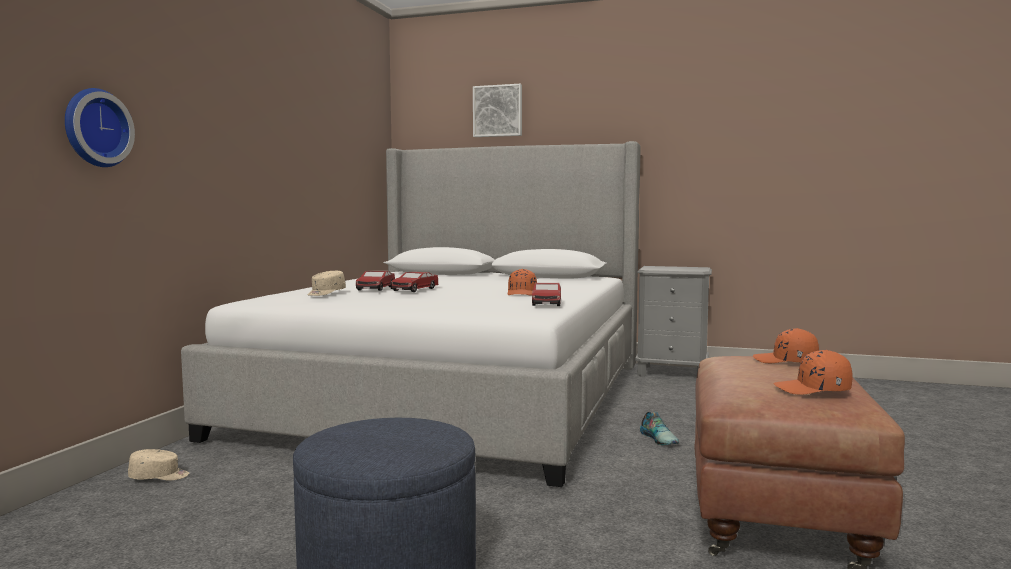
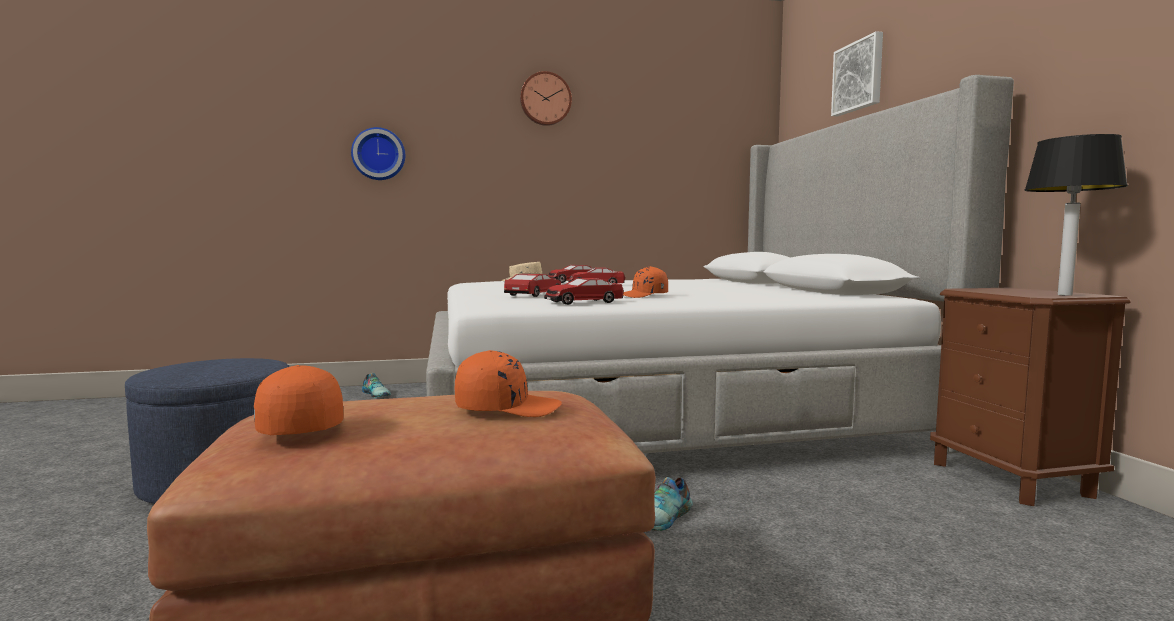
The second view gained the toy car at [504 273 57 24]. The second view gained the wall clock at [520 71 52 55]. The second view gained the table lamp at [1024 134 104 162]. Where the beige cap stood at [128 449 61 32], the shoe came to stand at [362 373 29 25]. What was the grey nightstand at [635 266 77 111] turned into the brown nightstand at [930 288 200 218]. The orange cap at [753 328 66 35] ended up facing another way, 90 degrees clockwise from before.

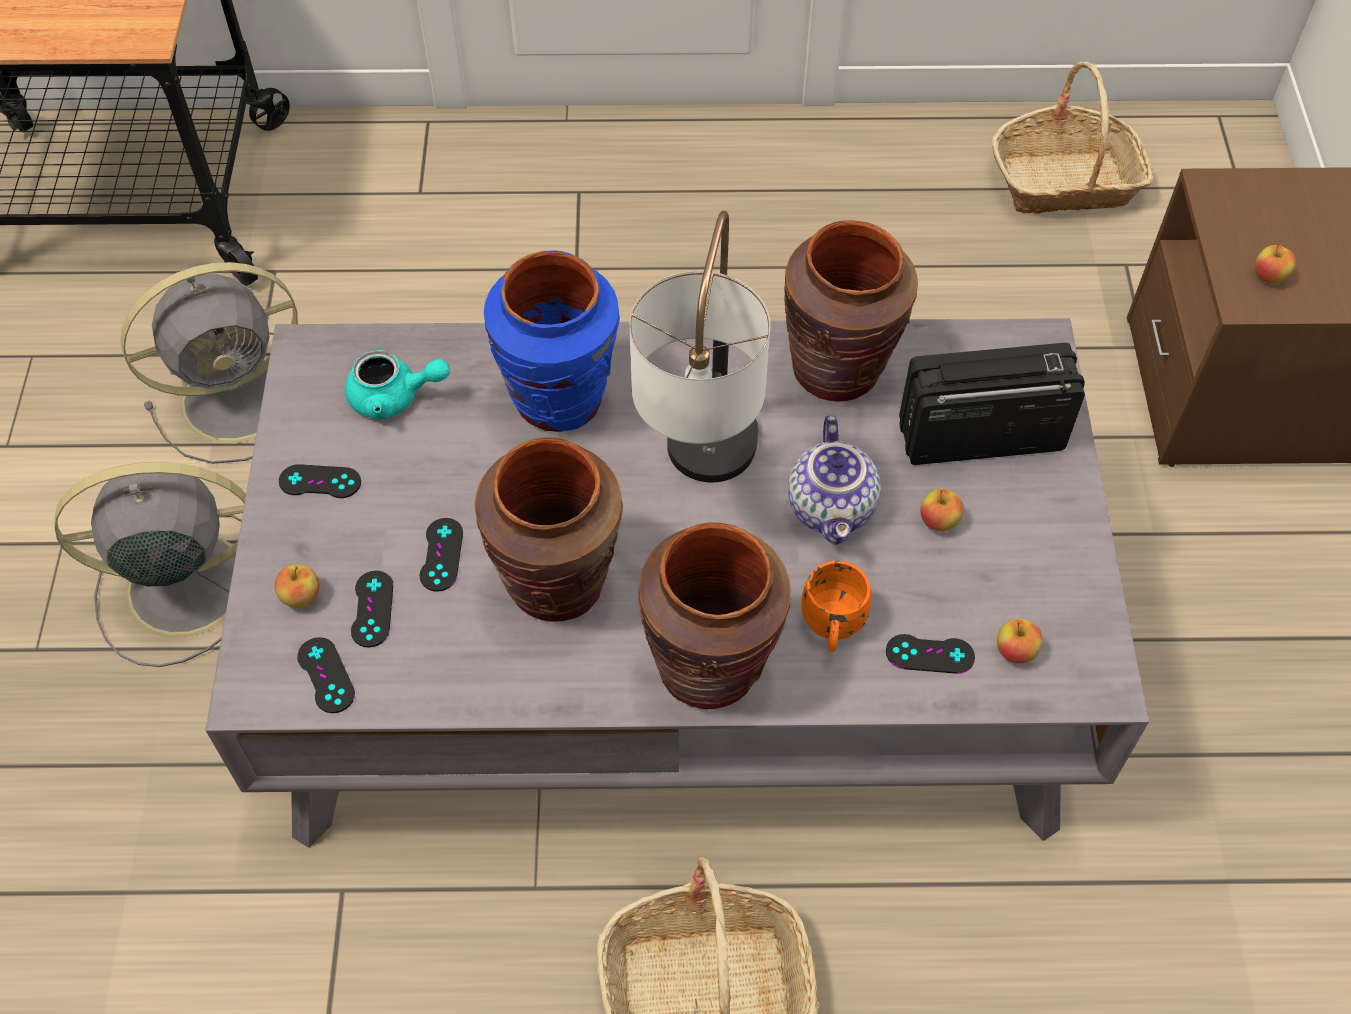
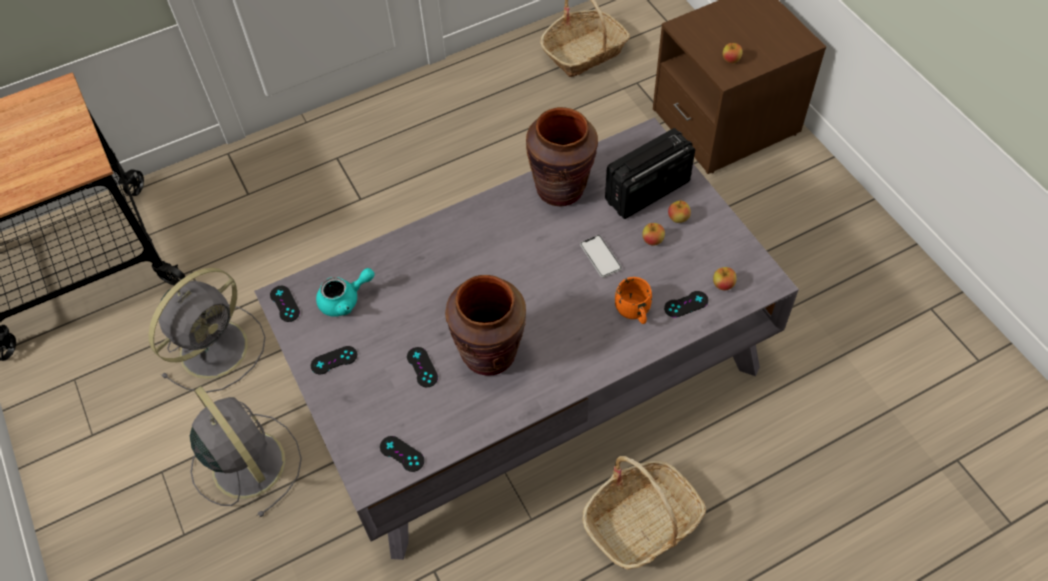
The second view lost the blue vase at [484 250 136 182]. The second view lost the table lamp at [629 211 141 272]. The second view lost the brown vase at [638 522 153 187]. The apple ended up elsewhere, having gone from [275 565 45 43] to [668 200 23 23]. The black game controller ended up elsewhere, having gone from [351 571 42 77] to [270 286 30 36]. Where the teapot stood at [788 415 93 130], the phone came to stand at [580 235 42 42]. The grey fan at [55 462 191 205] ended up facing another way, 90 degrees clockwise from before.

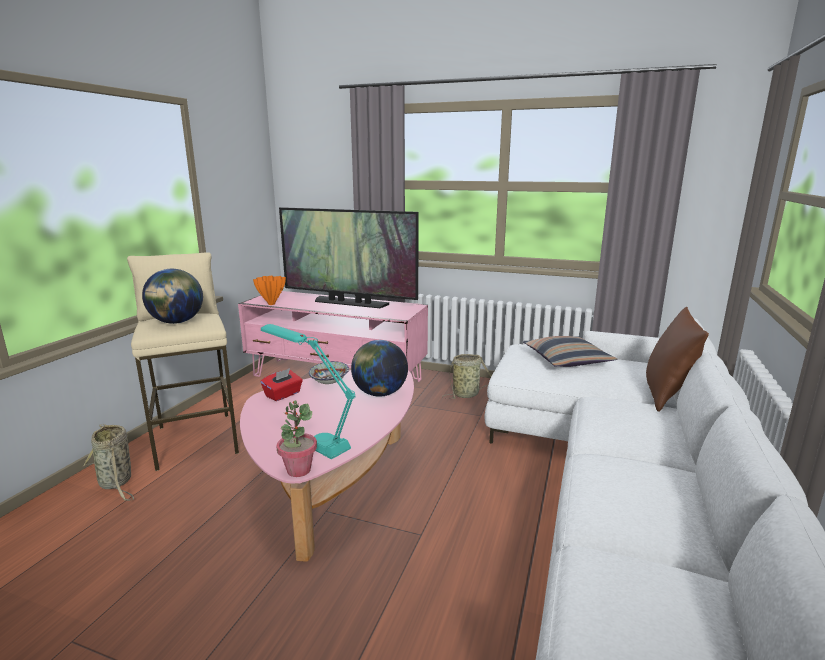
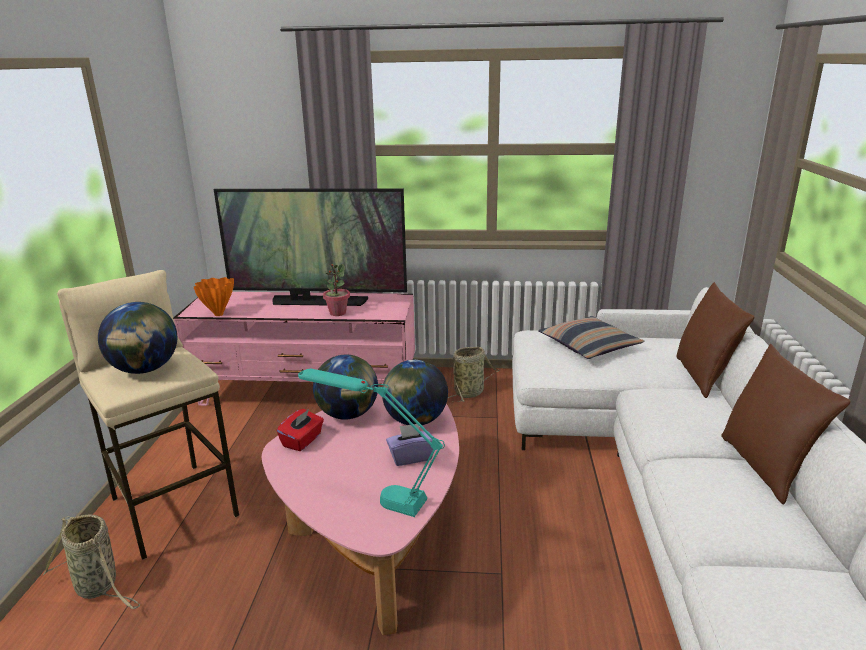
The second view gained the purple tissue box at [386 424 47 42]. The second view gained the brown pillow at [721 344 130 161]. The potted plant ended up elsewhere, having gone from [276 400 41 77] to [323 264 27 52]. Where the bowl stood at [309 361 40 23], the globe came to stand at [313 355 65 65].

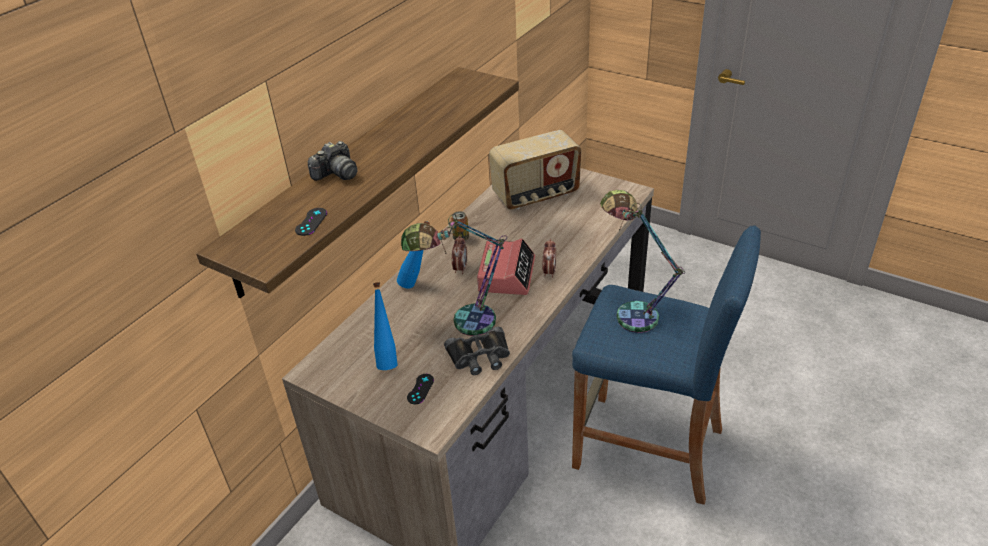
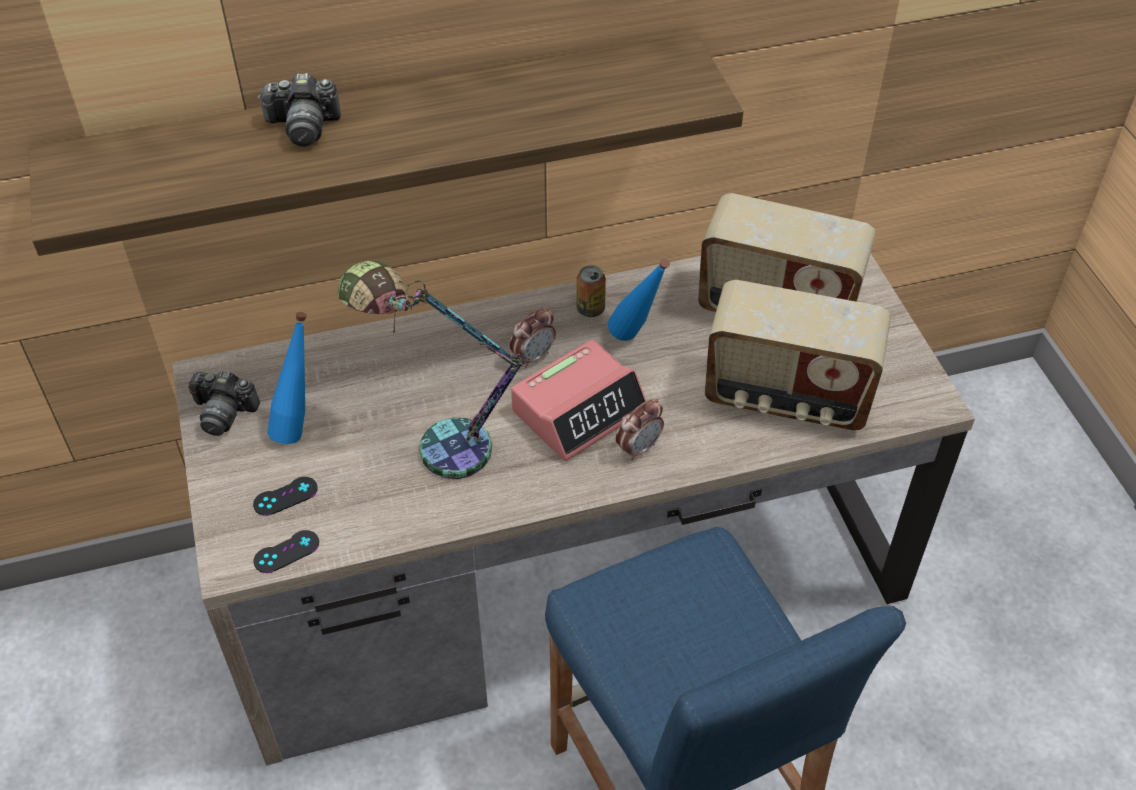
The second view lost the black binoculars at [444 327 66 48]. The second view lost the table lamp at [600 190 85 143]. The second view gained the photo camera at [188 371 72 65]. The second view gained the radio at [705 280 186 150]. The black game controller ended up elsewhere, having gone from [295 208 32 28] to [253 530 66 43]. The blue bottle ended up elsewhere, having gone from [397 221 33 68] to [608 258 62 83].

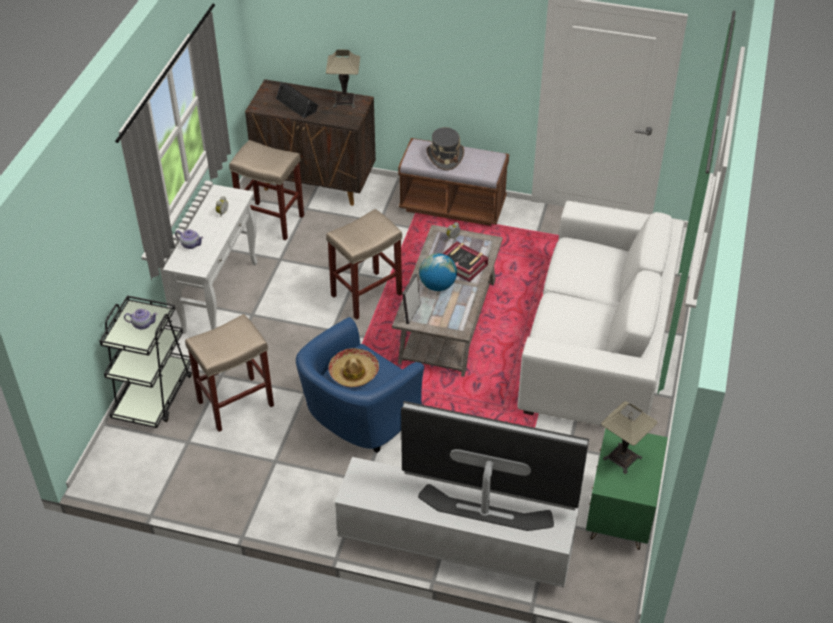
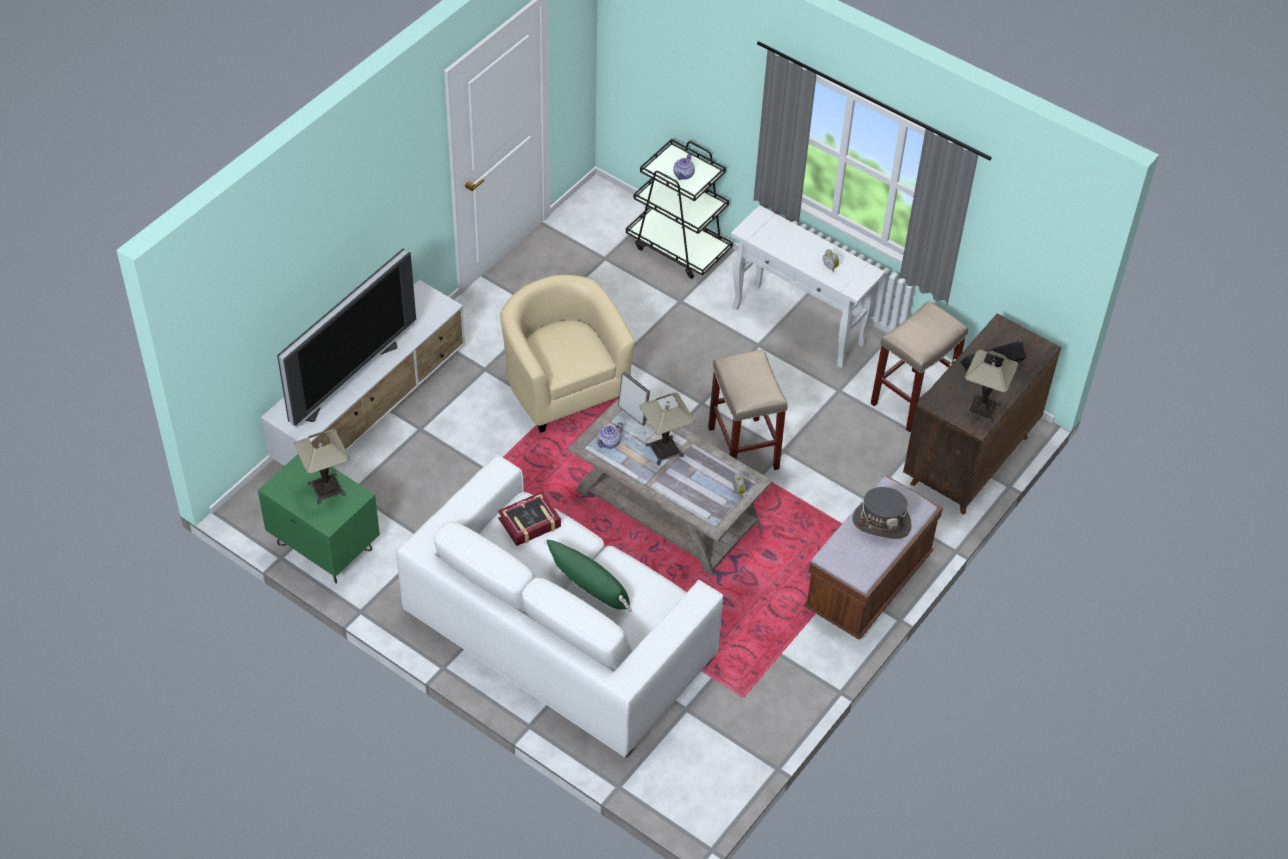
The second view lost the beige stool at [185 314 89 118]. The second view lost the hat at [328 348 51 39]. The second view gained the green pillow at [544 540 88 72]. The teapot ended up elsewhere, having gone from [175 229 28 20] to [596 422 27 27]. The book ended up elsewhere, having gone from [443 241 45 41] to [498 492 63 54]. Where the globe stood at [419 253 38 38], the table lamp came to stand at [639 392 56 73]. What was the blue armchair at [296 317 128 136] turned into the beige armchair at [500 275 135 158].

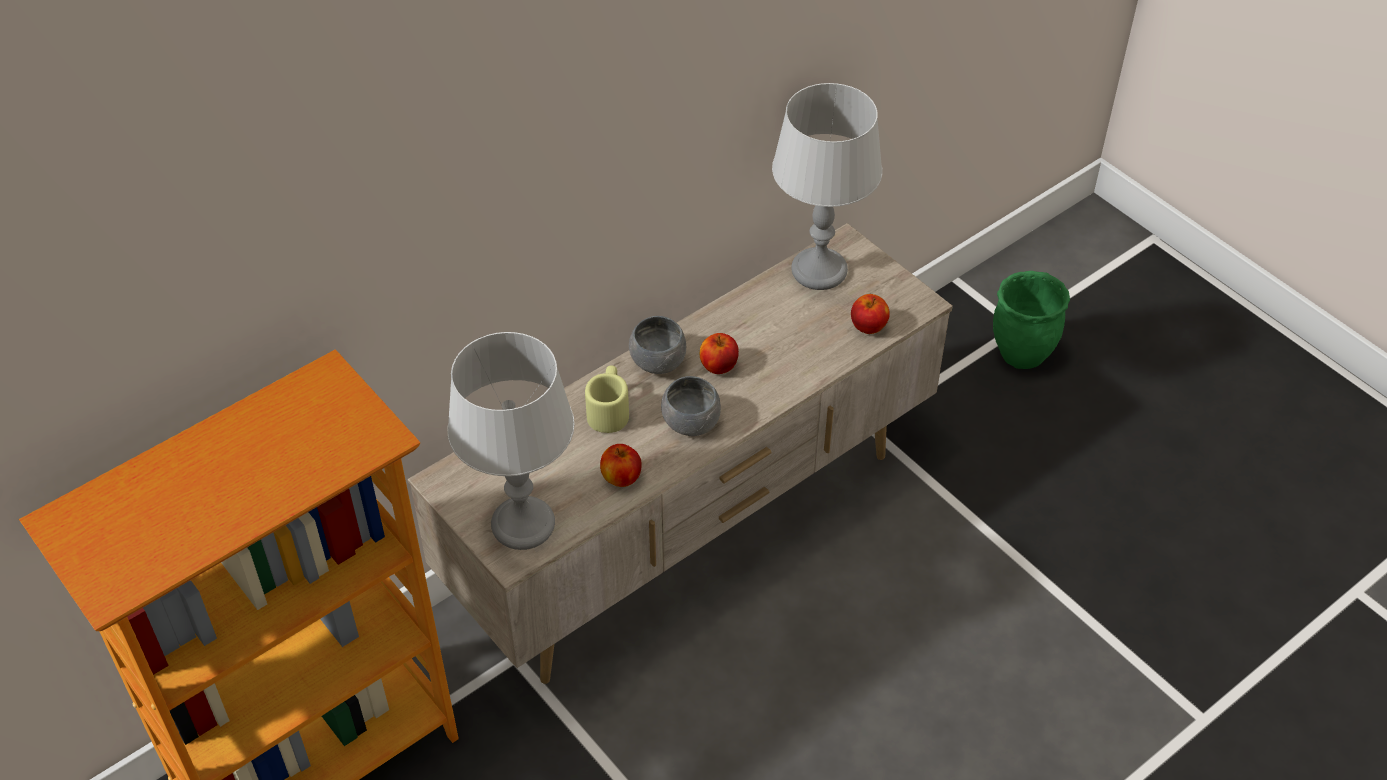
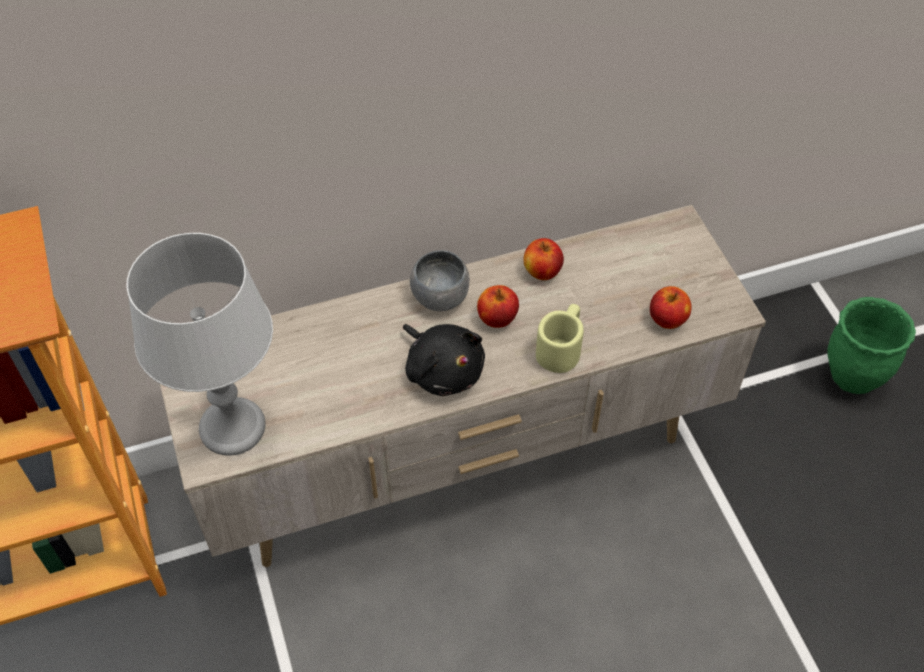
The second view lost the grey table lamp at [772 83 110 207]. The beige mug ended up elsewhere, having gone from [585 366 44 67] to [536 304 48 69]. The apple ended up elsewhere, having gone from [600 444 42 43] to [524 238 40 42]. Where the grey bowl stood at [661 376 60 60], the black plush toy came to stand at [403 324 82 72].

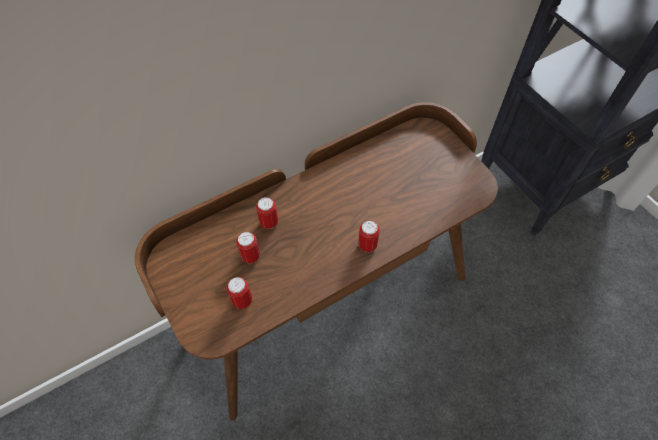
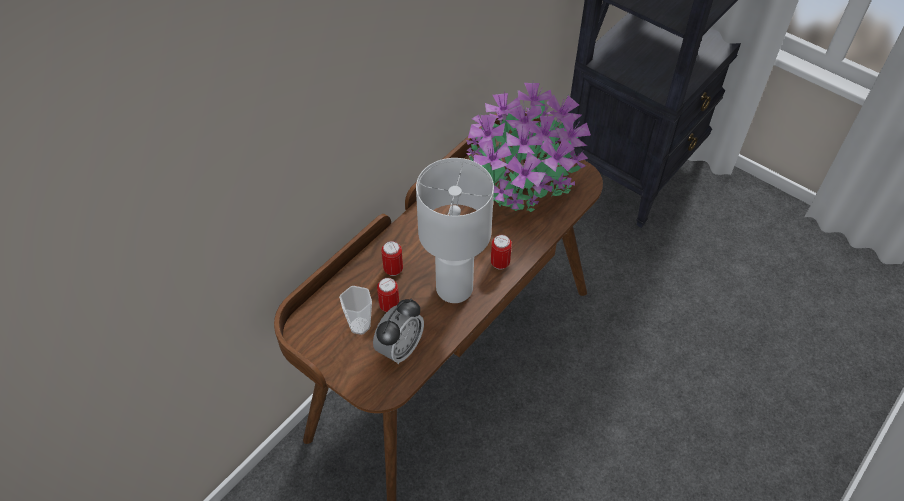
The second view gained the cup at [339 286 33 49]. The second view gained the white table lamp at [416 158 78 145]. The second view gained the potted plant at [466 83 125 129]. Where the can stood at [227 277 25 32], the alarm clock came to stand at [373 298 51 66].

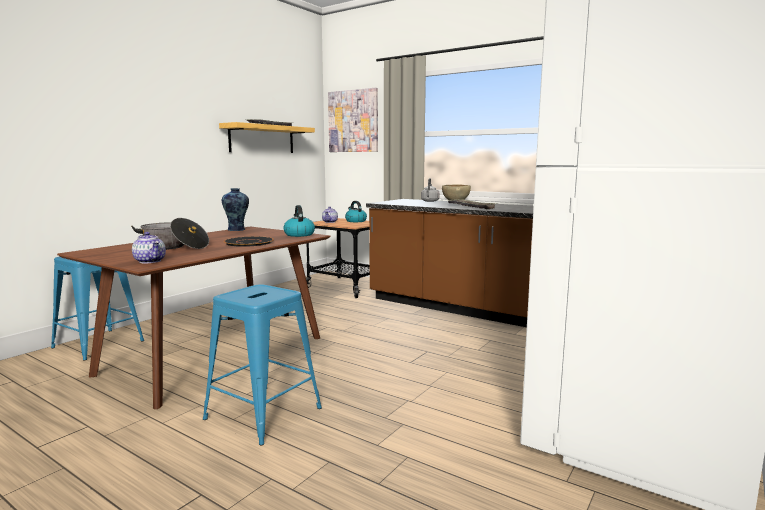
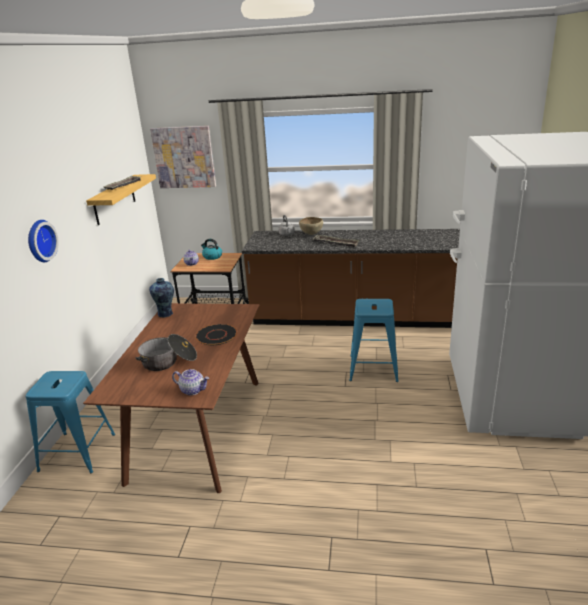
The second view lost the kettle at [284 205 31 32]. The second view gained the wall clock at [28 220 31 42]. The blue stool ended up elsewhere, having gone from [203 284 119 162] to [349 299 50 83].

